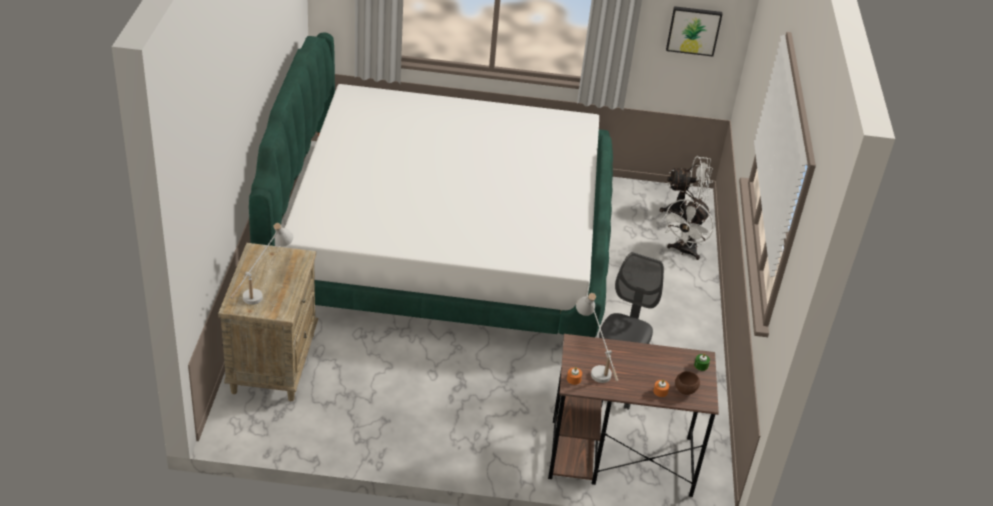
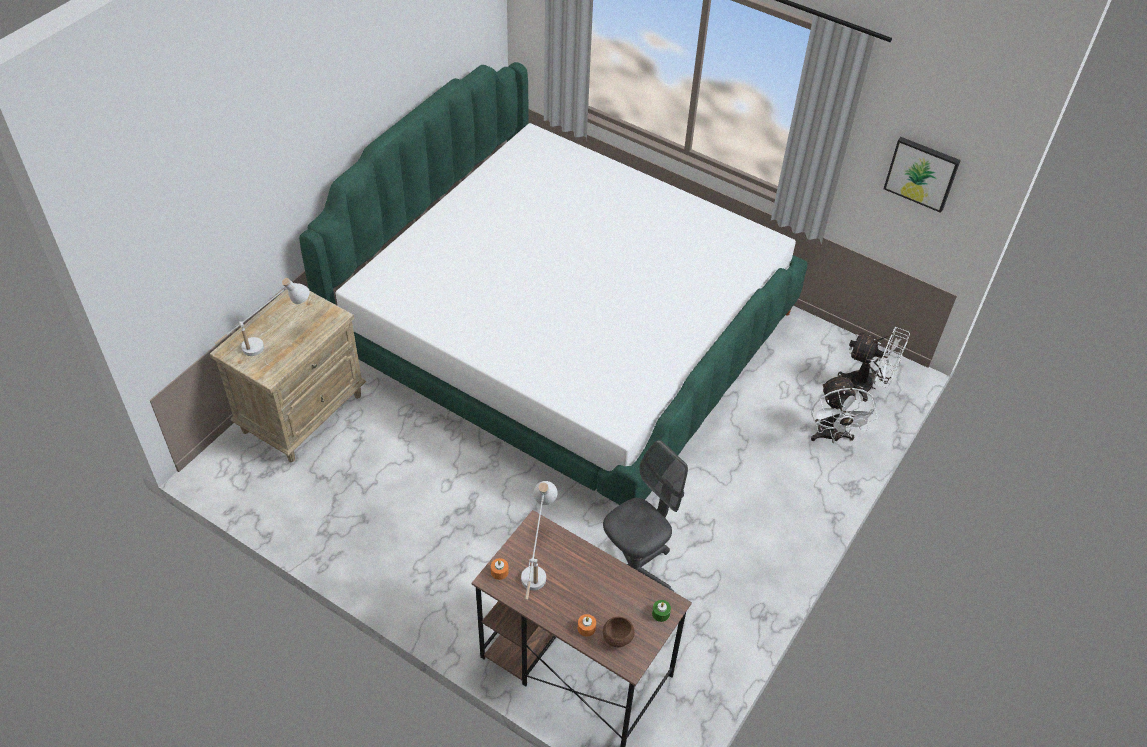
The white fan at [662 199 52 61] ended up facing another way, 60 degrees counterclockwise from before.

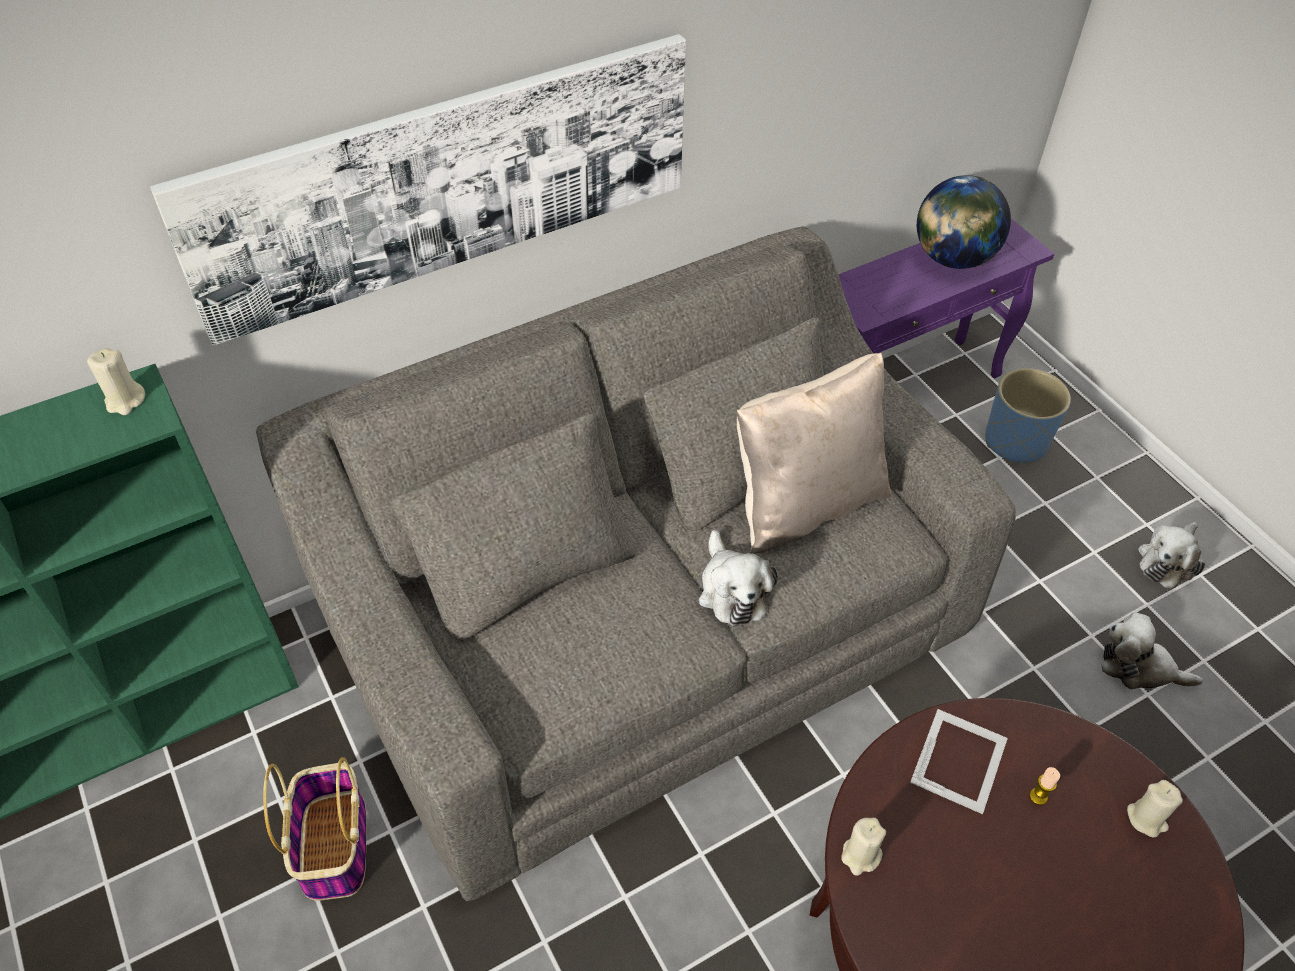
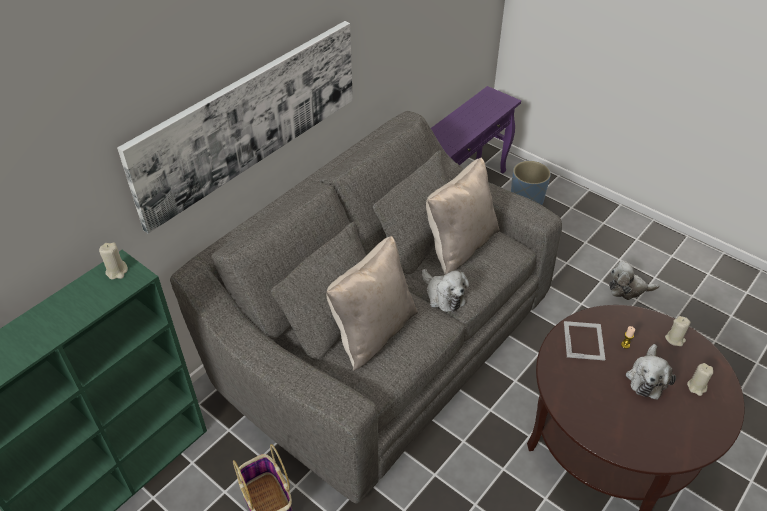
The second view lost the globe at [917 175 94 94]. The second view gained the beige pillow at [326 236 92 135]. The beige candle ended up elsewhere, having gone from [841 818 45 58] to [687 363 26 33]. The plush toy ended up elsewhere, having gone from [1138 522 67 68] to [626 344 50 56].

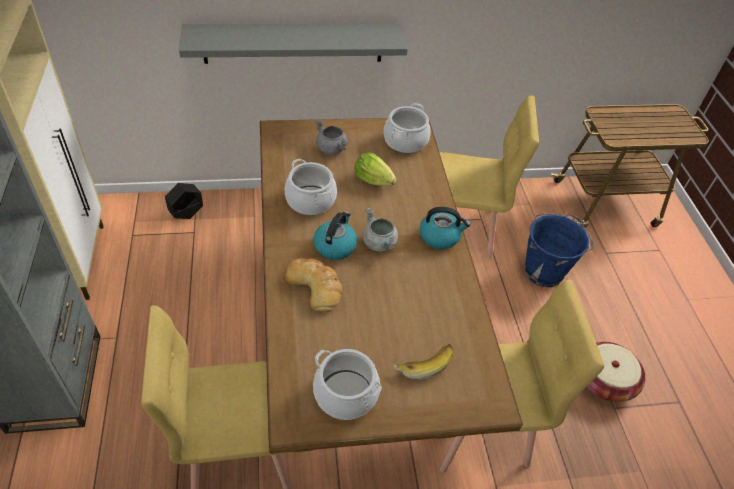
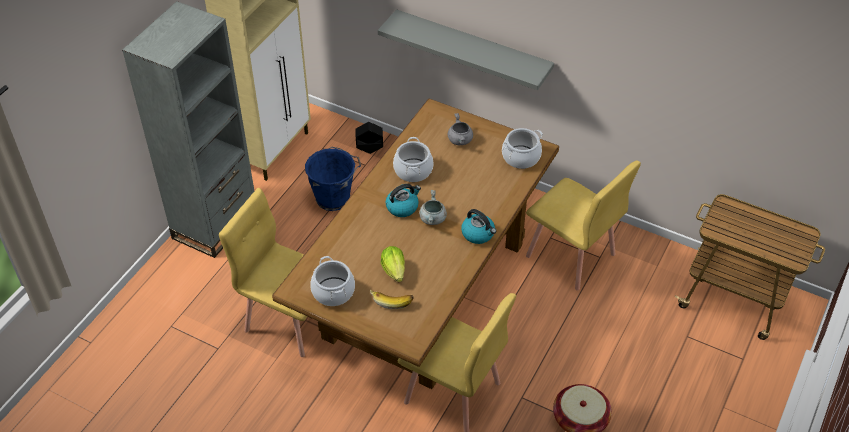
The second view lost the bread at [286 258 56 54]. The lettuce ended up elsewhere, having gone from [355 153 42 33] to [381 246 24 36]. The blue bucket ended up elsewhere, having gone from [525 213 68 74] to [305 147 56 64].

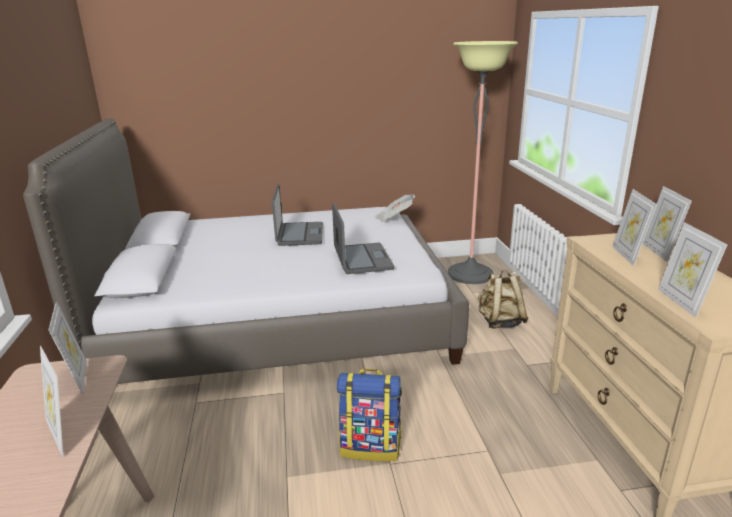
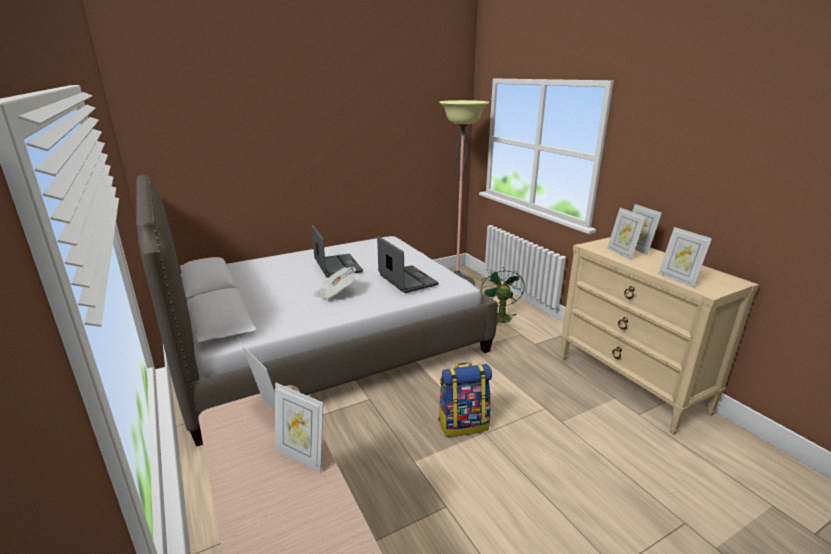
The newspaper ended up elsewhere, having gone from [374 194 41 27] to [314 267 42 33]. Where the beige backpack stood at [478 270 51 59], the green fan came to stand at [481 267 43 59].

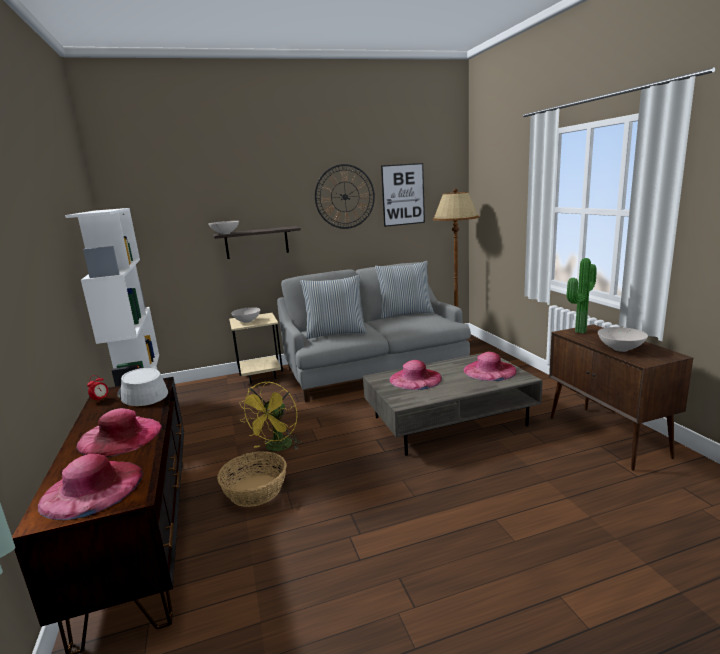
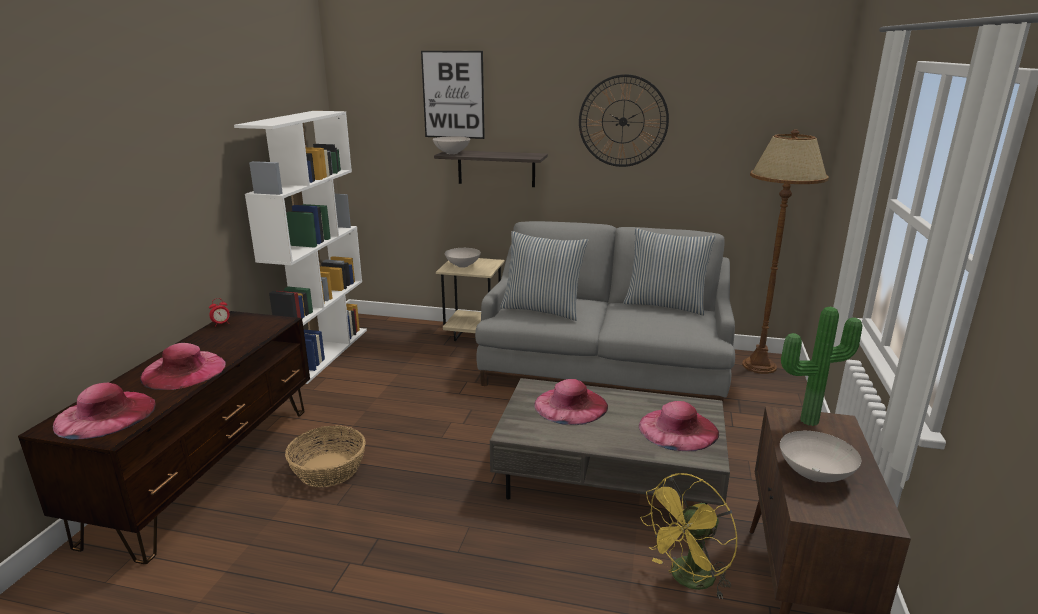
The second view lost the grey hat at [117 368 51 38]. The yellow fan ended up elsewhere, having gone from [239 381 62 70] to [640 473 98 126]. The picture ended up elsewhere, having gone from [381 163 44 64] to [421 51 64 88].

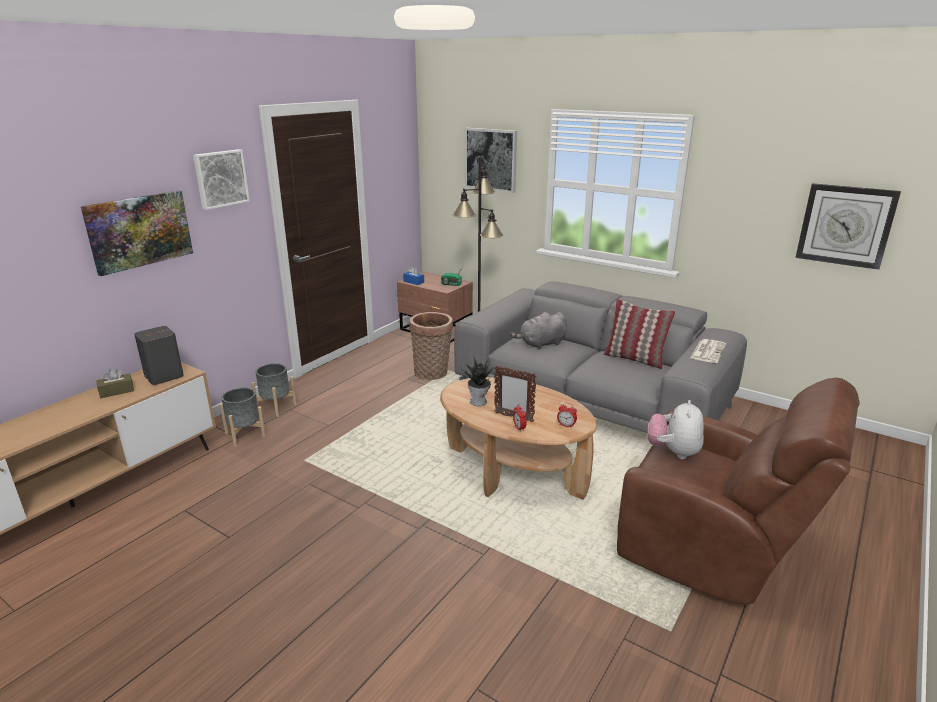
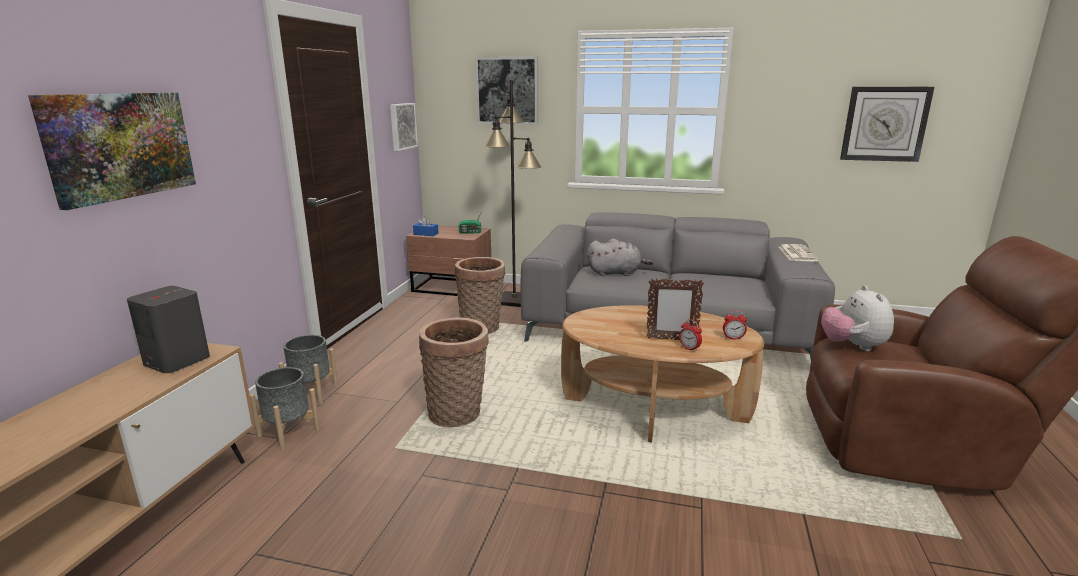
The second view lost the brown tissue box at [96 369 38 29]. The second view lost the potted plant at [460 355 33 51]. The second view lost the pillow at [604 299 71 70]. The second view gained the basket at [419 317 70 110]. The picture ended up elsewhere, having gone from [193 149 57 61] to [390 103 28 48]. The grey plush toy at [510 312 57 38] ended up facing another way, 135 degrees counterclockwise from before.

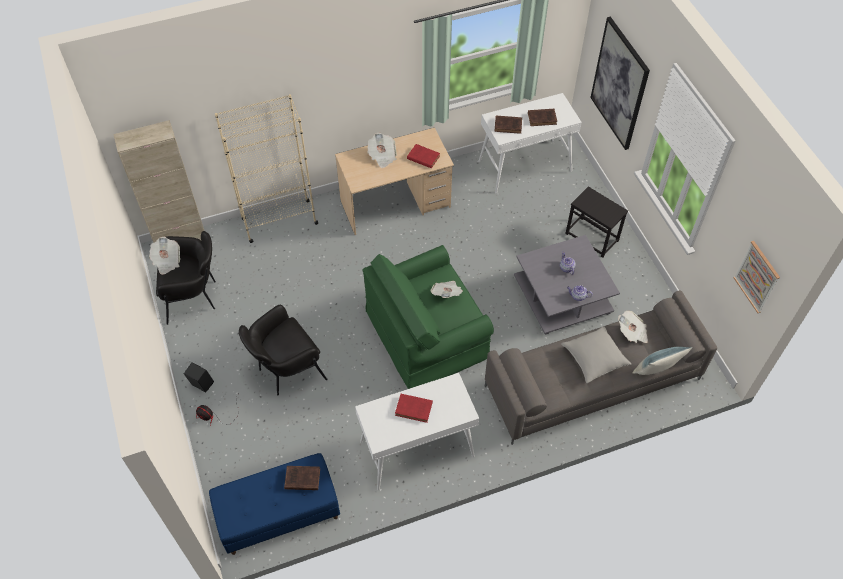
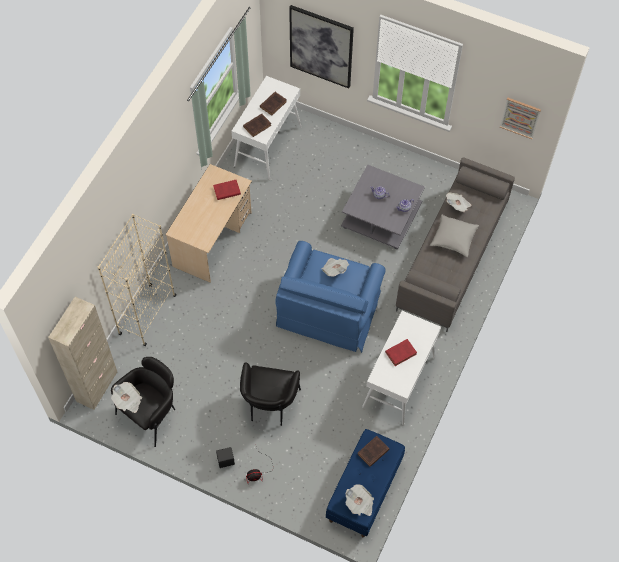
The second view lost the black side table at [565 186 63 72]. The second view lost the pillow at [633 347 59 28]. The newspaper ended up elsewhere, having gone from [368 133 29 35] to [346 484 28 32]. What was the green armchair at [362 245 132 144] turned into the blue armchair at [275 241 111 112].

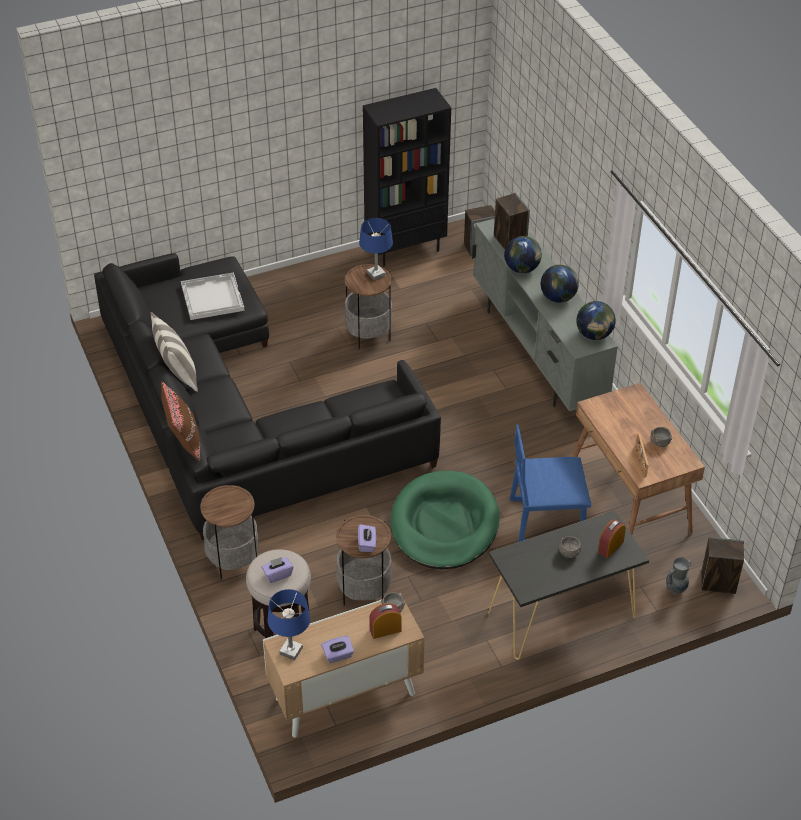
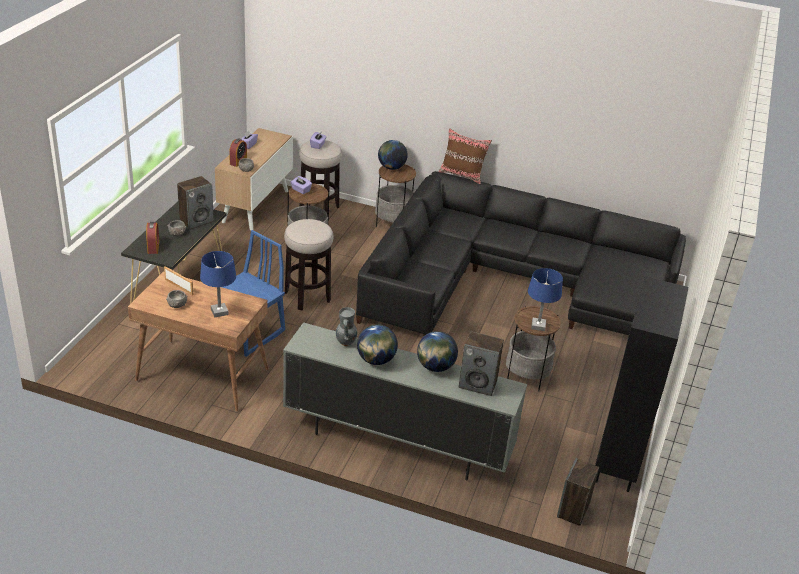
The second view lost the pillow at [150 312 48 80]. The second view lost the white tray at [181 272 63 48]. The blue table lamp ended up elsewhere, having gone from [268 589 42 71] to [200 251 36 66]. The globe ended up elsewhere, having gone from [576 301 40 39] to [378 140 30 30]. The grey vase ended up elsewhere, having gone from [666 557 25 37] to [336 307 21 39]. The speaker ended up elsewhere, having gone from [701 537 43 57] to [177 176 37 54]. Where the green dog bed stood at [390 471 110 98], the stool came to stand at [284 219 50 91].

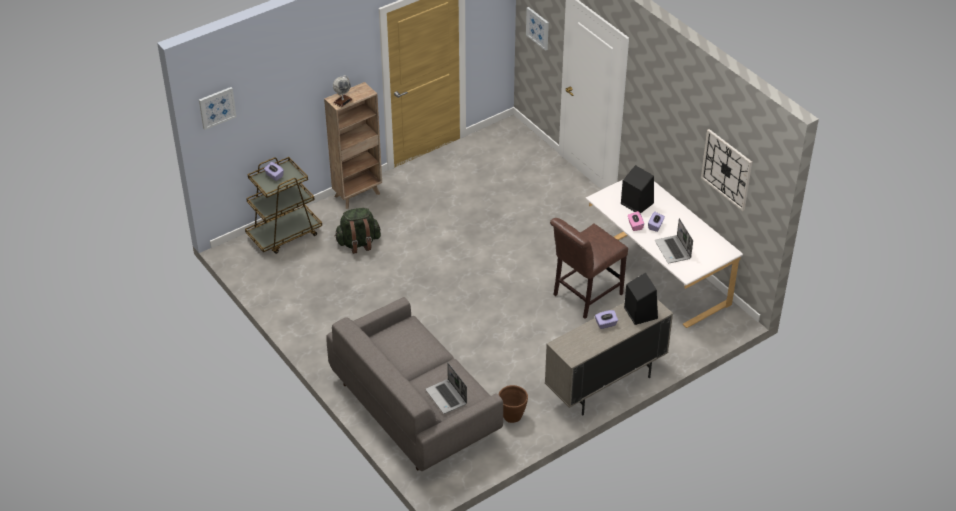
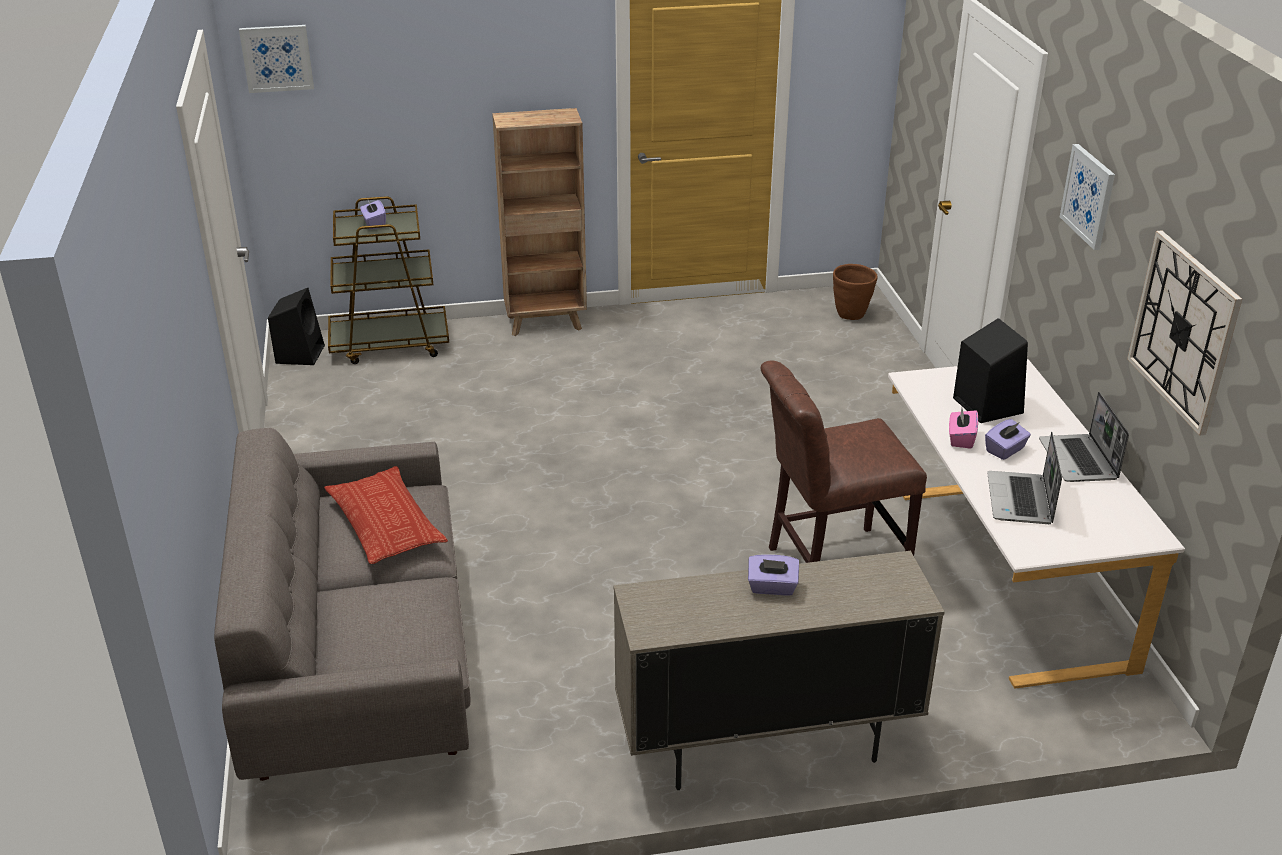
The second view lost the globe at [333 75 19 32]. The second view lost the green backpack at [335 208 46 46]. The second view gained the pillow at [324 466 124 98]. The laptop ended up elsewhere, having gone from [425 362 42 52] to [1039 392 90 90]. The brown planter ended up elsewhere, having gone from [499 385 29 38] to [833 264 44 56]. The picture ended up elsewhere, having gone from [526 7 23 44] to [1060 144 55 106]. The black speaker ended up elsewhere, having gone from [624 273 34 52] to [268 288 57 77].

